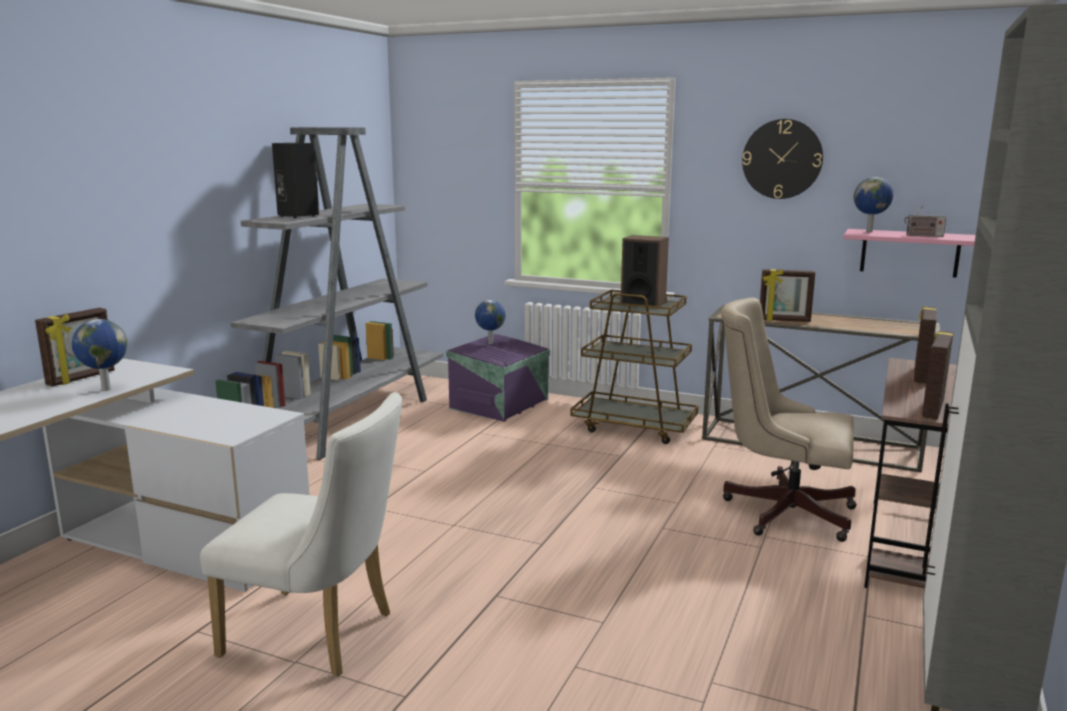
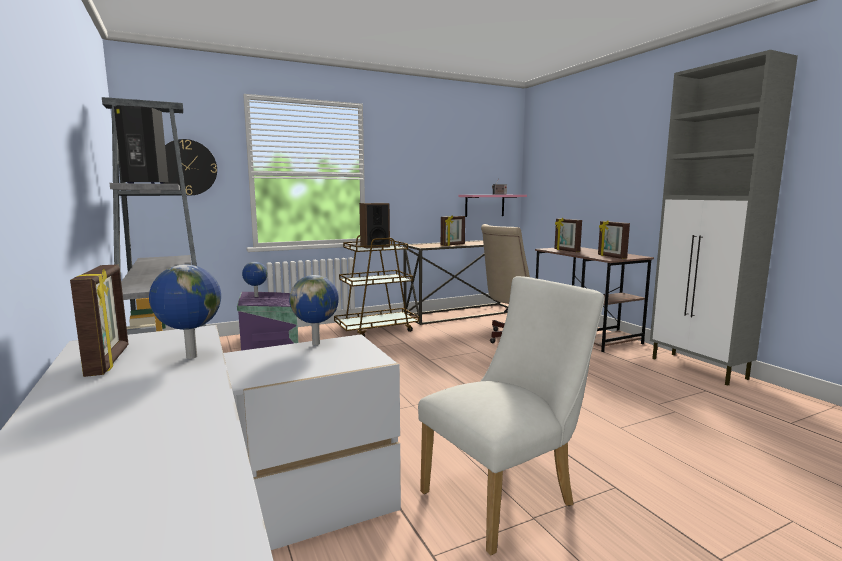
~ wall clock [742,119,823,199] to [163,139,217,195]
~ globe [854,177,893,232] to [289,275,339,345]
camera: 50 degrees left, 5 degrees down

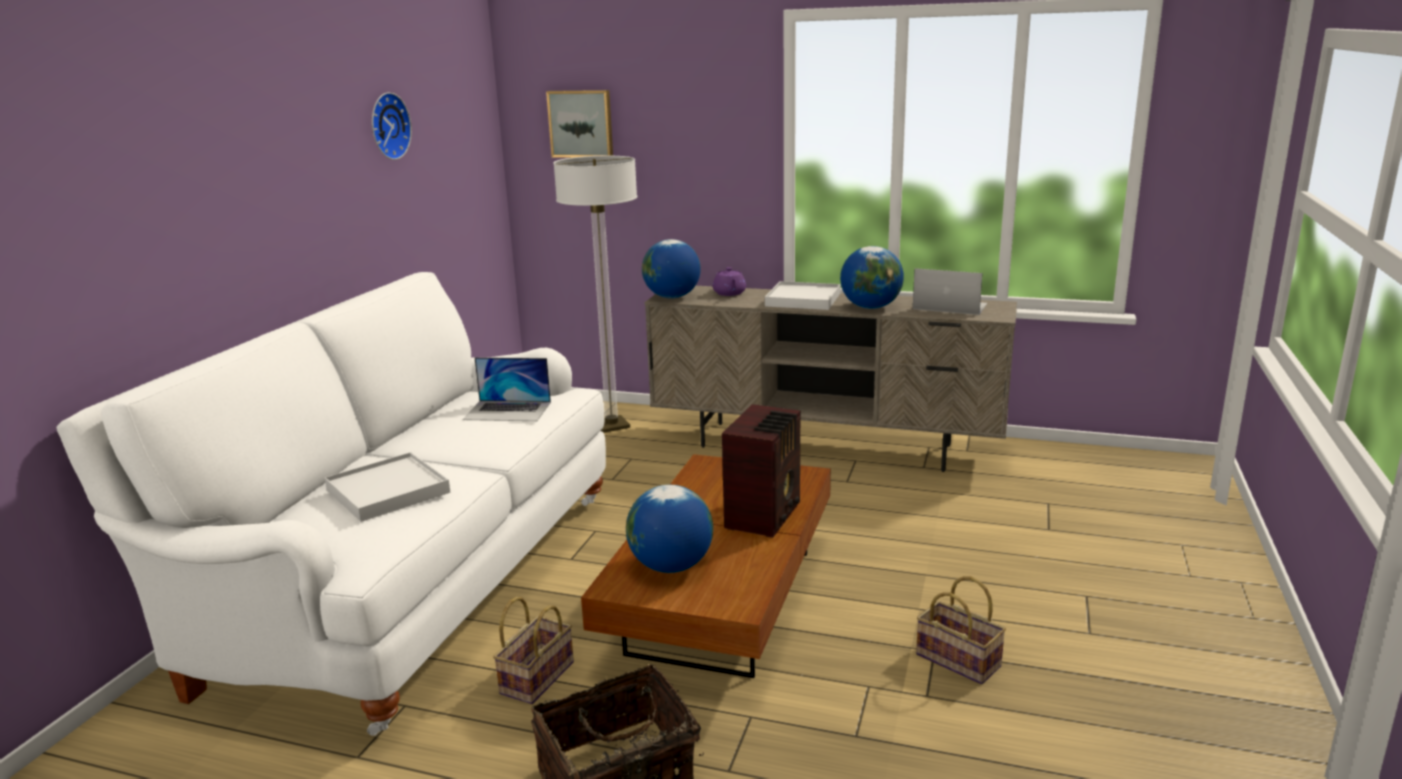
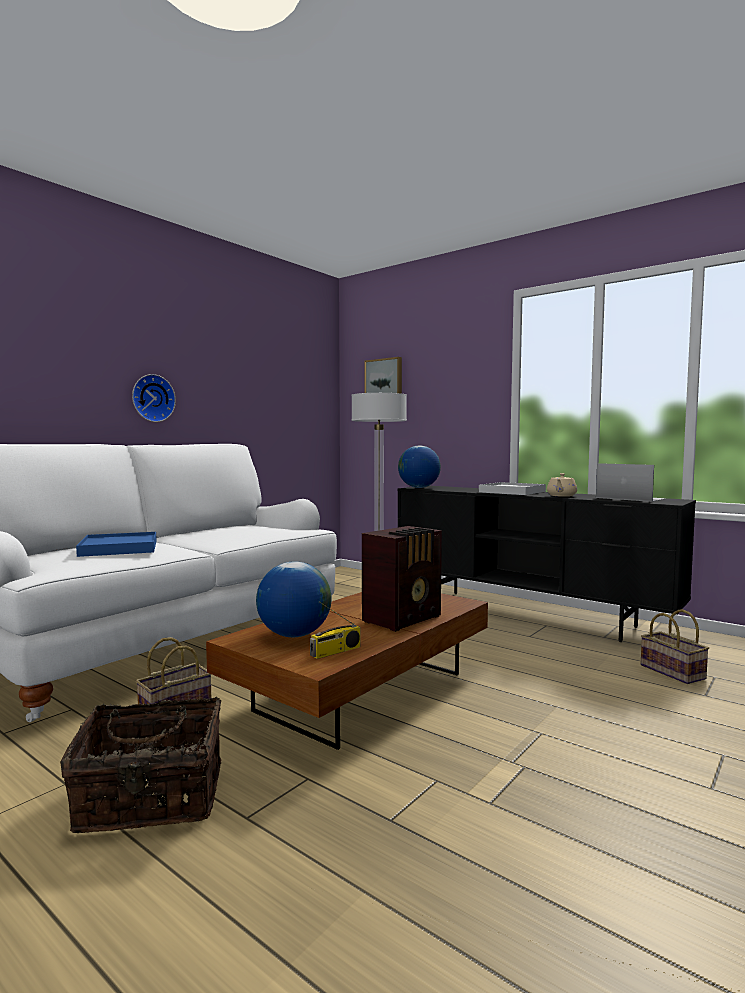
~ white tray [325,452,450,522] to blue tray [76,532,157,557]
~ wall clock [372,92,412,160] to [132,374,176,422]
+ radio [310,601,361,659]
~ beige tv stand [645,286,1017,472] to black tv stand [398,486,696,642]
~ globe [840,246,904,309] to beige teapot [547,473,577,497]
~ basket [916,576,1006,684] to [641,609,709,684]
- laptop [463,357,551,421]
- purple teapot [713,267,746,296]
camera: 20 degrees right, 15 degrees down

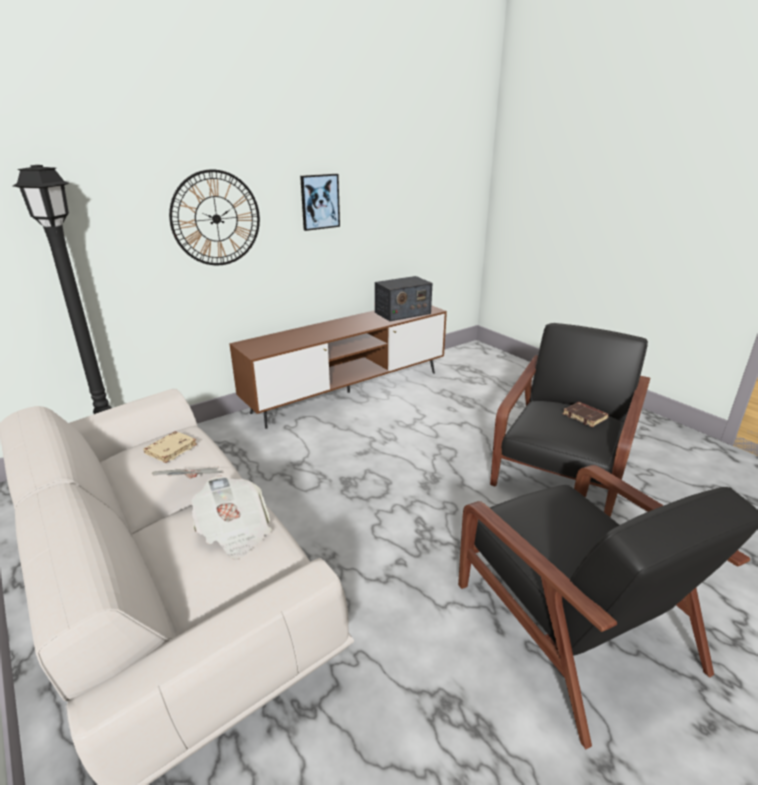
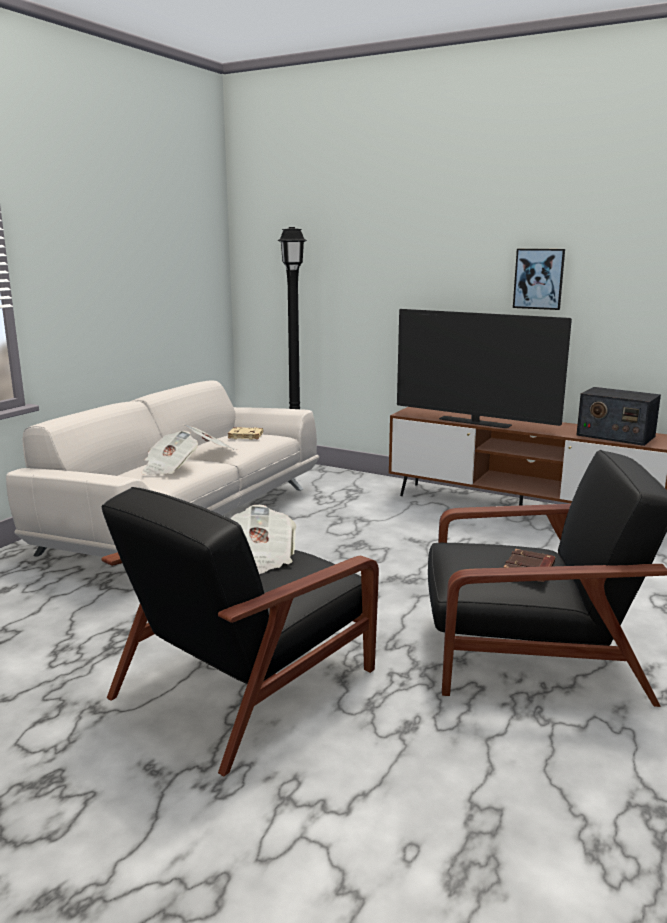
+ newspaper [231,505,296,574]
+ television [397,309,572,428]
- wall clock [169,169,260,265]
camera: 65 degrees right, 10 degrees down

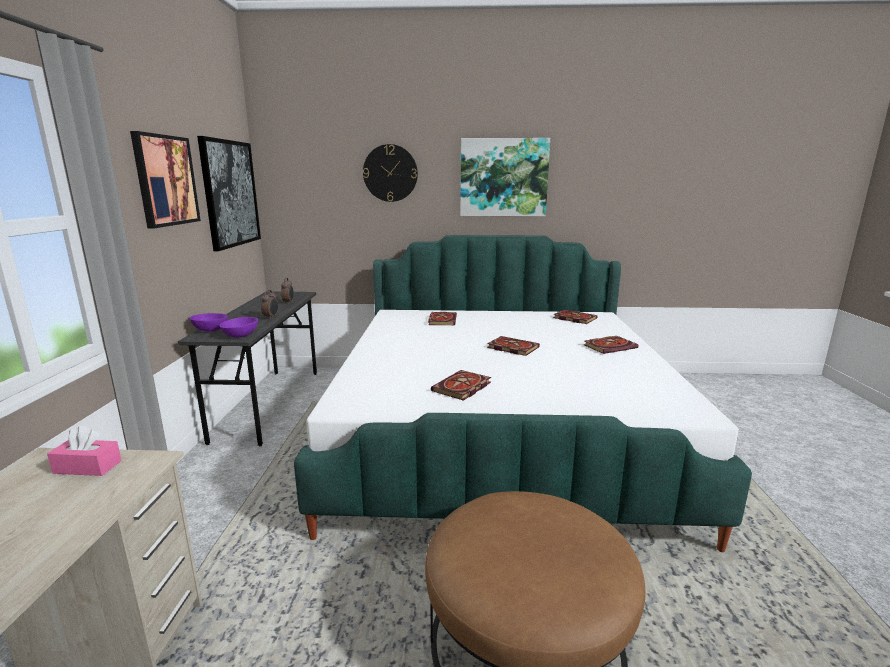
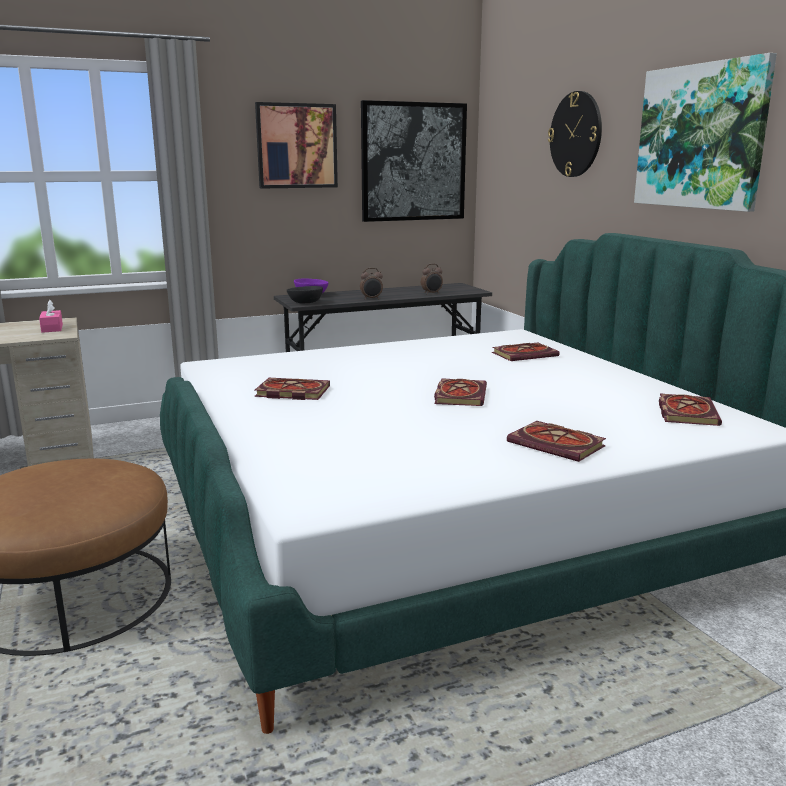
~ purple bowl [219,317,258,338] to black bowl [287,286,323,303]
camera: 65 degrees right, 0 degrees up

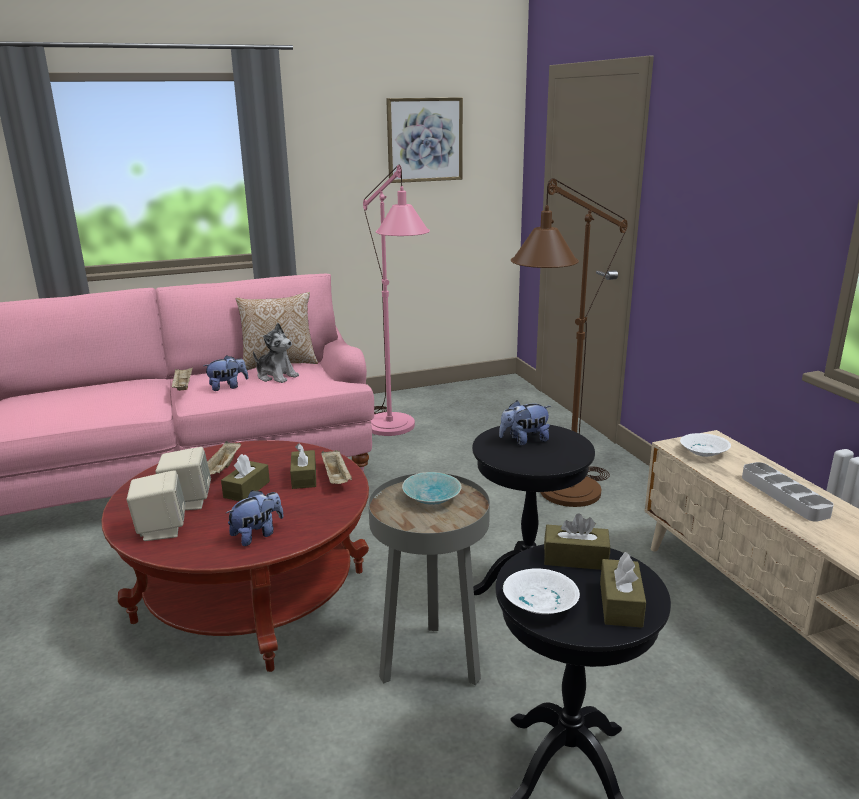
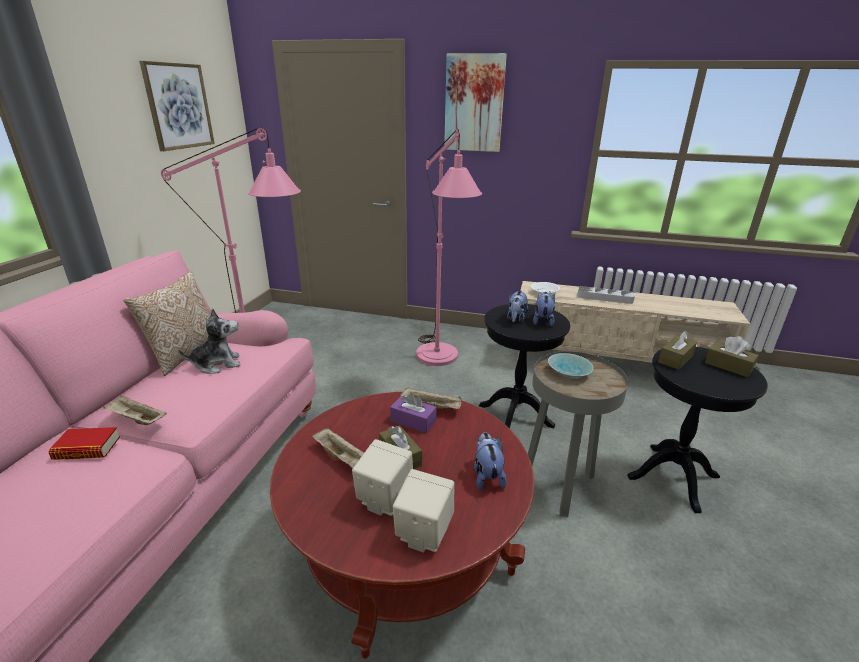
+ book [49,427,120,460]
~ brown tissue box [290,443,316,489] to purple tissue box [390,393,437,433]
~ brown floor lamp [511,178,628,507] to pink floor lamp [416,129,482,366]
+ picture [444,53,507,152]
~ plush toy [203,355,248,391] to [533,292,555,326]
- white bowl [503,569,580,614]
camera: 55 degrees left, 5 degrees up

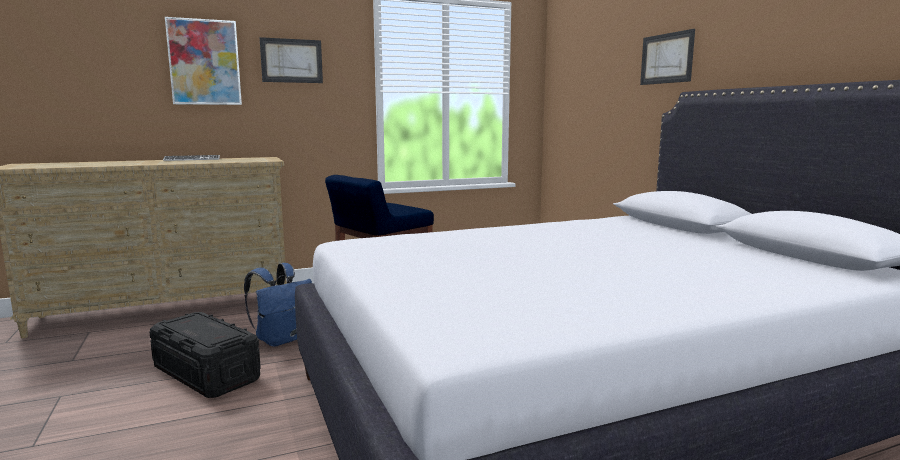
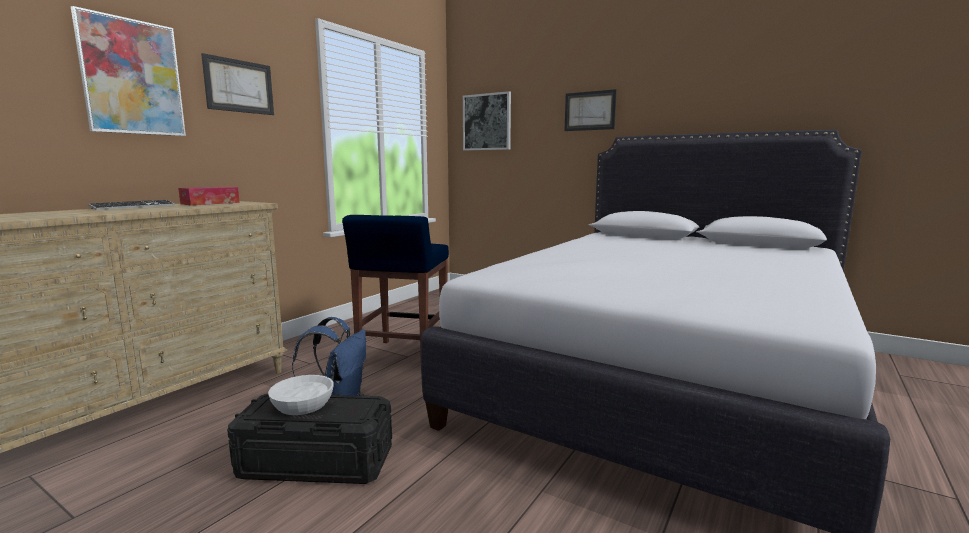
+ tissue box [178,186,240,205]
+ white bowl [268,375,333,415]
+ picture [463,91,511,150]
camera: 35 degrees left, 0 degrees up

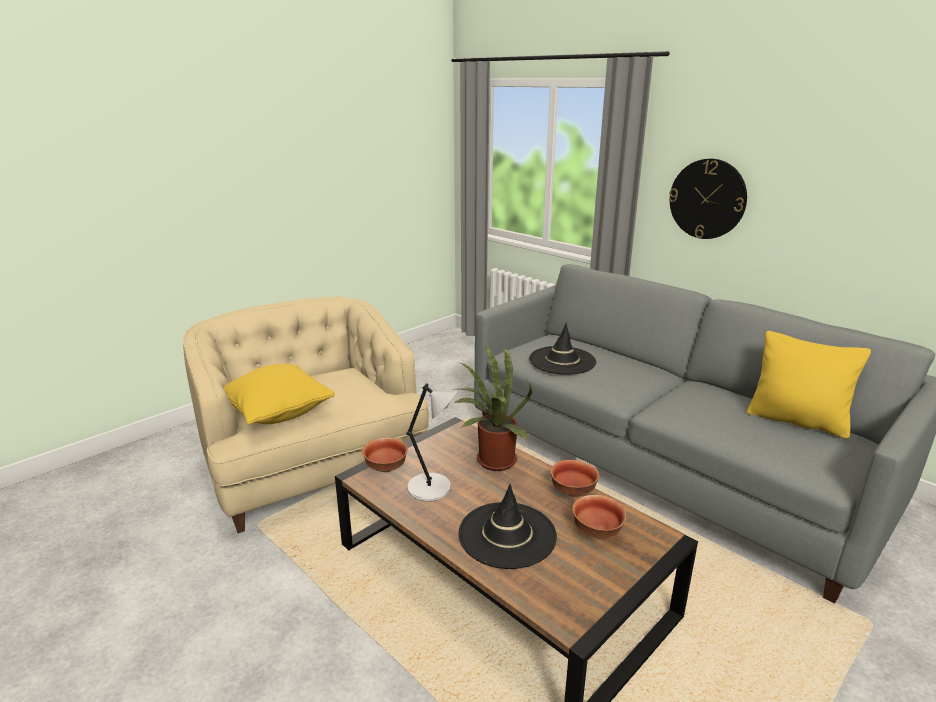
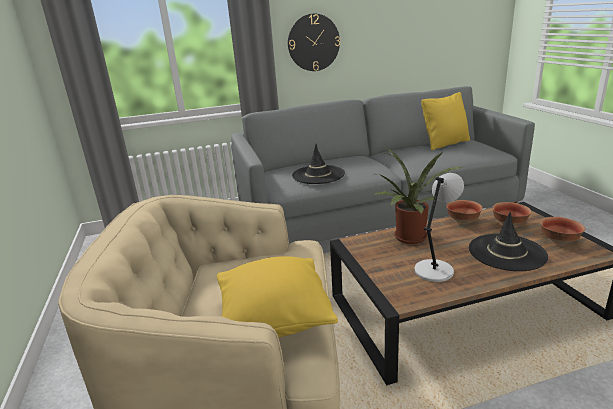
~ bowl [362,437,408,472] to [540,217,585,244]
camera: 60 degrees left, 0 degrees up

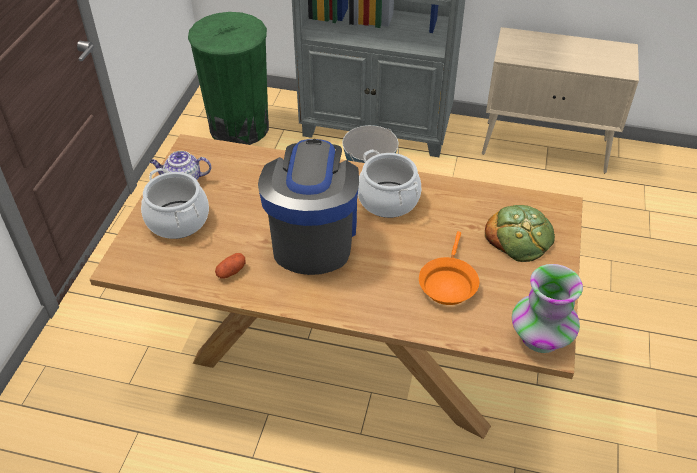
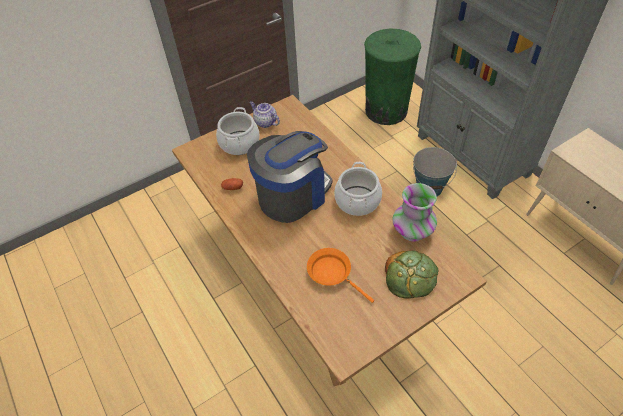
~ orange frying pan [419,231,479,305] = [307,248,374,303] 75 degrees clockwise
~ vase [512,264,583,353] to [393,183,437,242]
camera: 45 degrees right, 5 degrees up

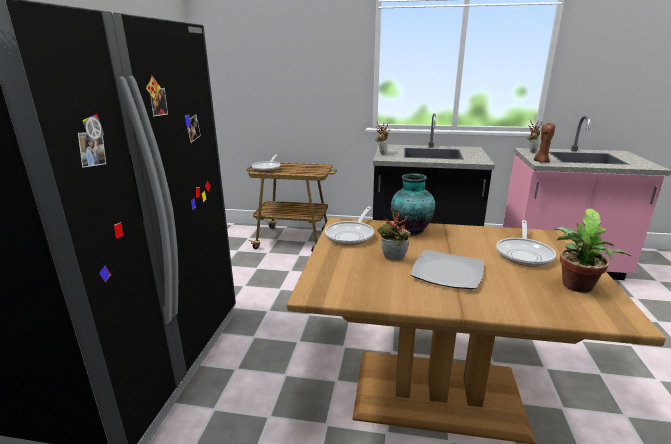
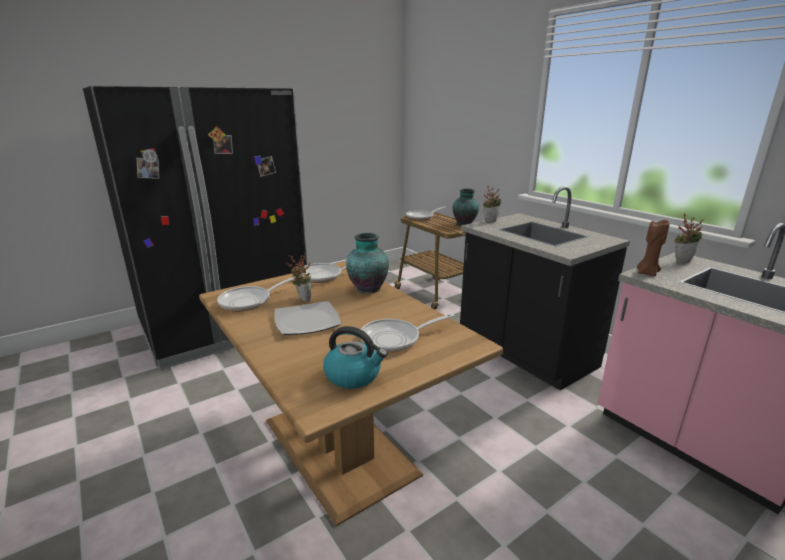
+ frying pan [217,277,295,311]
~ potted plant [554,208,632,293] to kettle [323,326,387,389]
+ vase [453,188,479,225]
camera: 45 degrees right, 0 degrees up

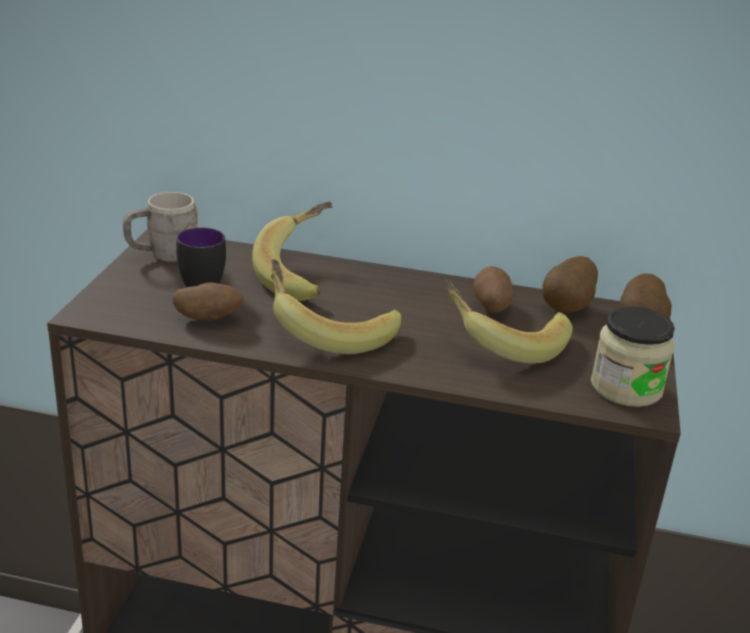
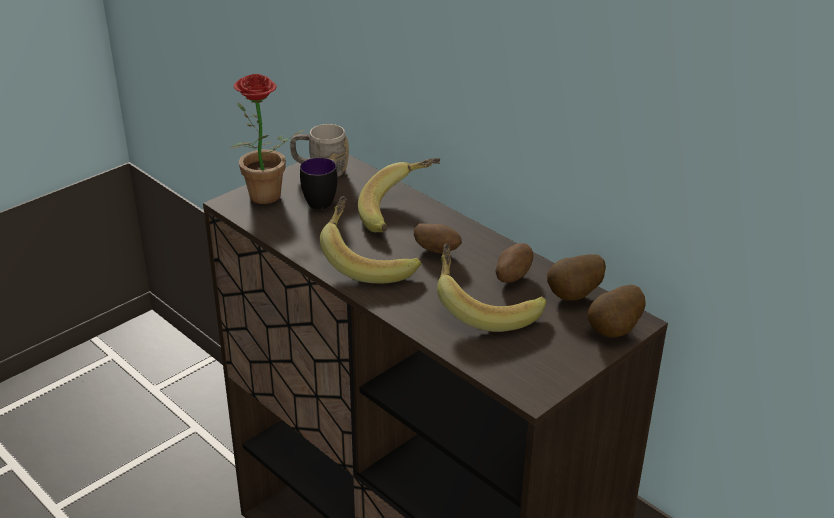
+ potted plant [231,74,306,204]
~ potato [173,282,243,321] to [414,223,462,253]
- jar [591,307,675,407]
camera: 35 degrees right, 5 degrees up

